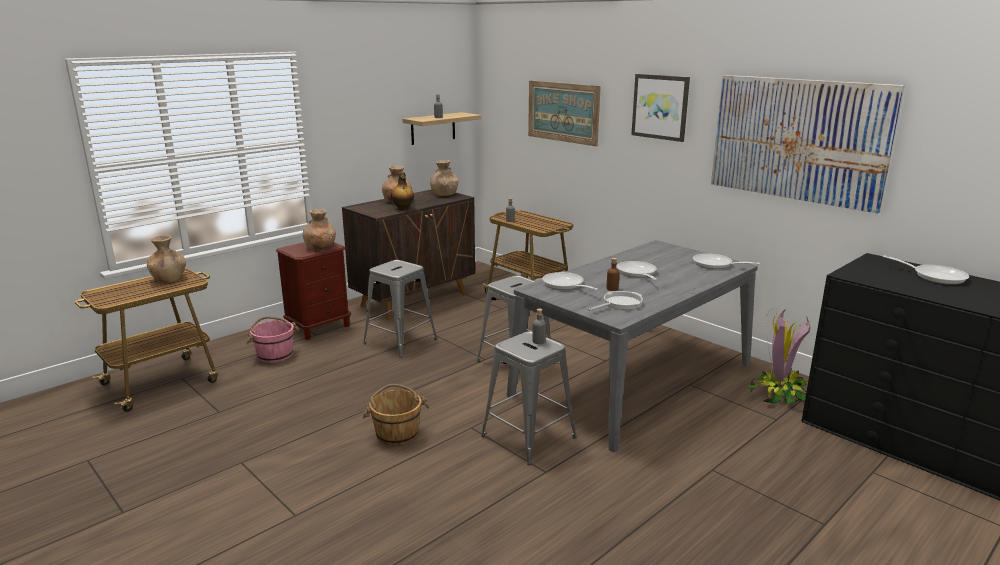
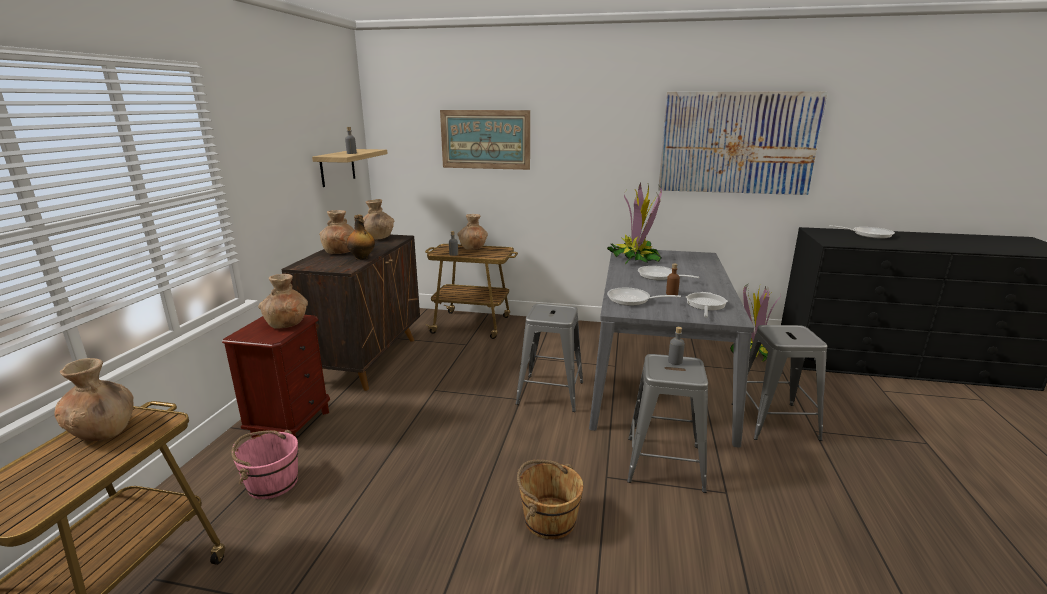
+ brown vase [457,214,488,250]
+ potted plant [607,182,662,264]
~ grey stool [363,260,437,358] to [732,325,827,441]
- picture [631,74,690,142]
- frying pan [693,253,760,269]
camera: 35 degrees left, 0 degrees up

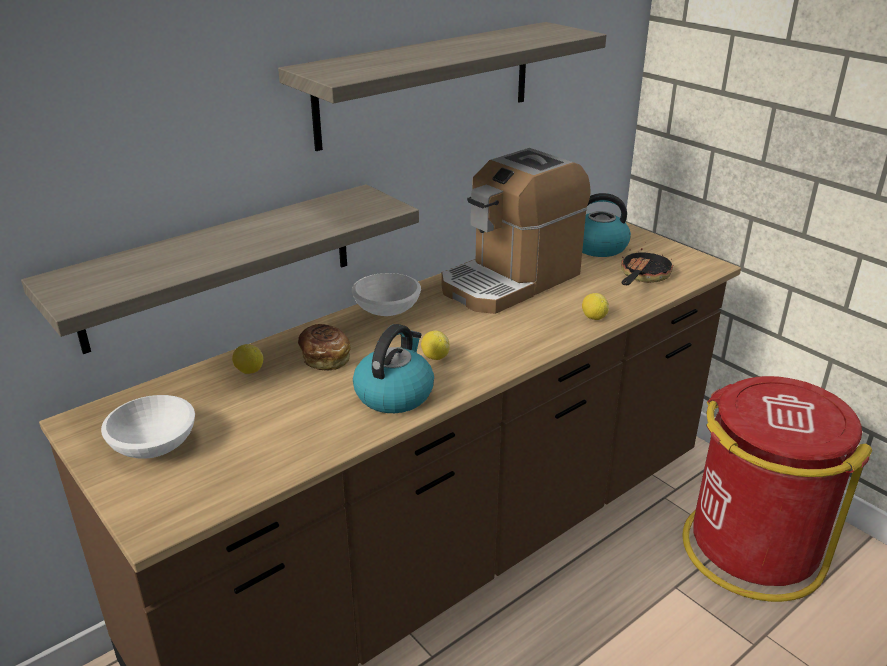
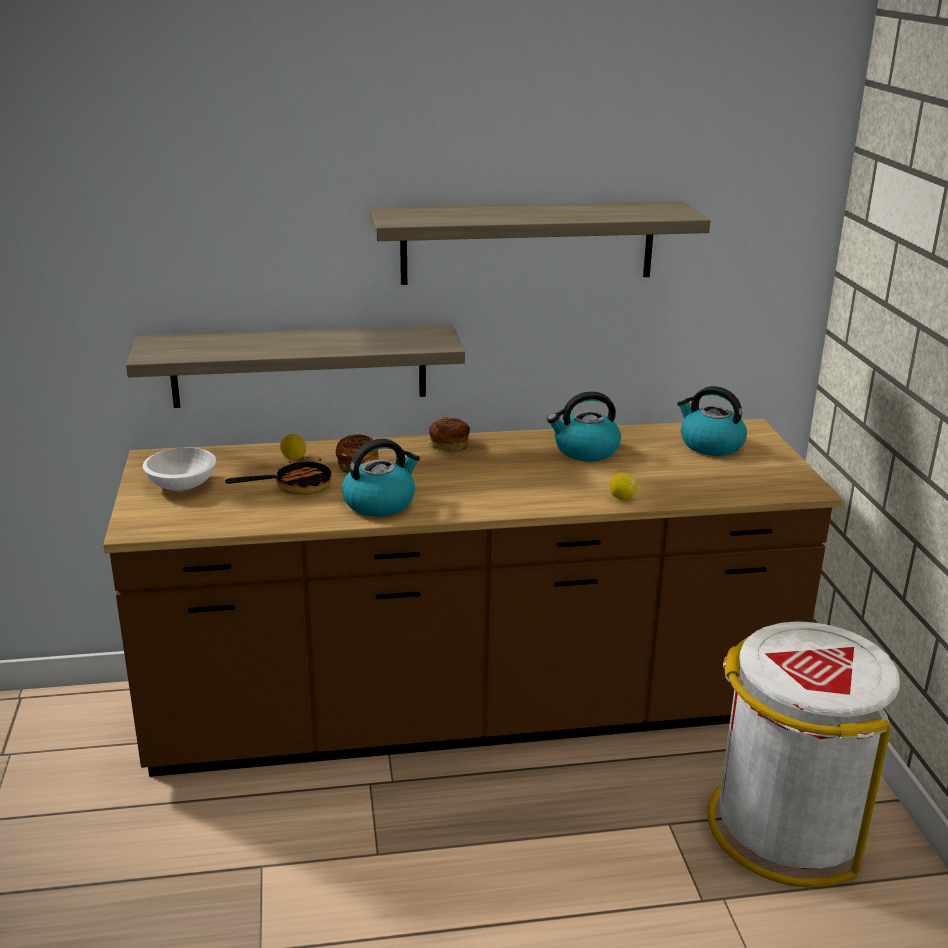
~ frying pan [621,248,673,285] to [225,457,332,495]
~ white bowl [352,273,421,316] to bread [428,417,470,451]
~ coffee machine [441,148,591,314] to kettle [547,392,621,461]
~ red trash can [682,376,872,602] to white trash can [707,621,900,888]
- lemon [421,331,449,360]
camera: 30 degrees right, 5 degrees down

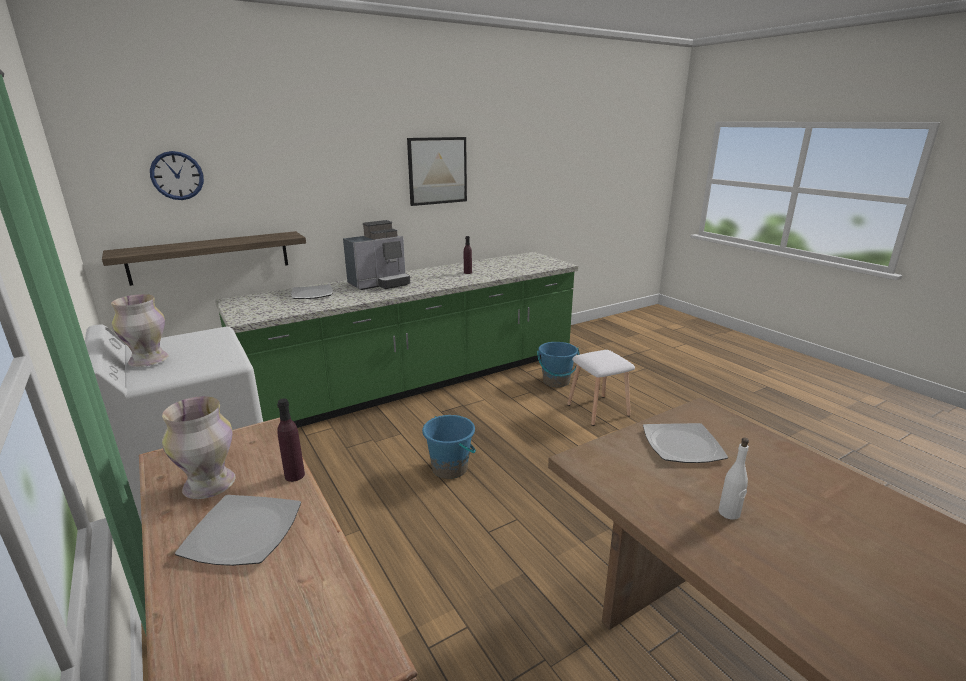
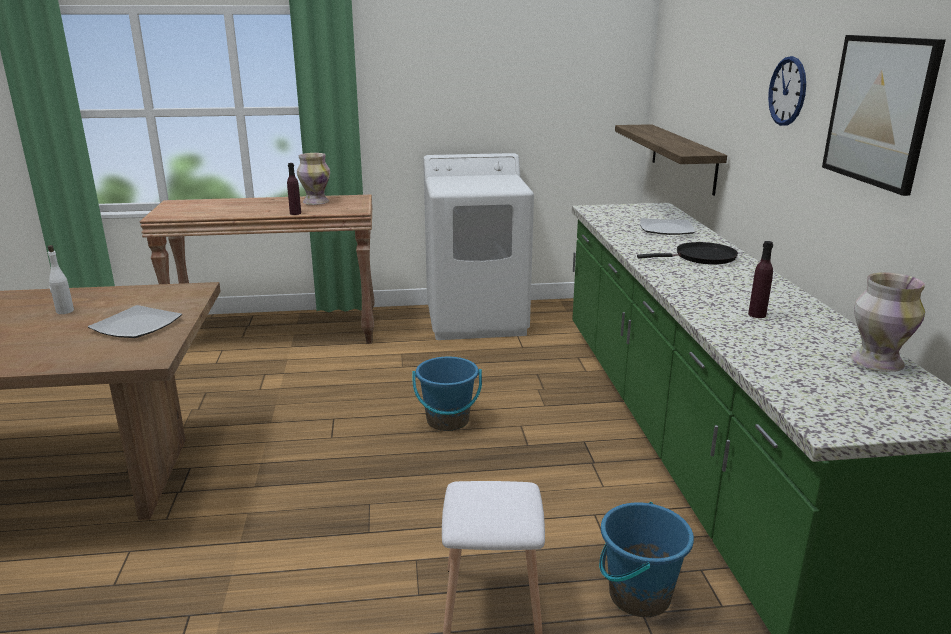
~ coffee machine [343,220,410,290] to black frying pan [637,242,738,265]
~ wall clock [150,151,204,200] to [768,56,806,126]
~ vase [111,294,169,367] to [850,272,925,372]
- plate [175,495,301,566]
camera: 115 degrees right, 0 degrees up

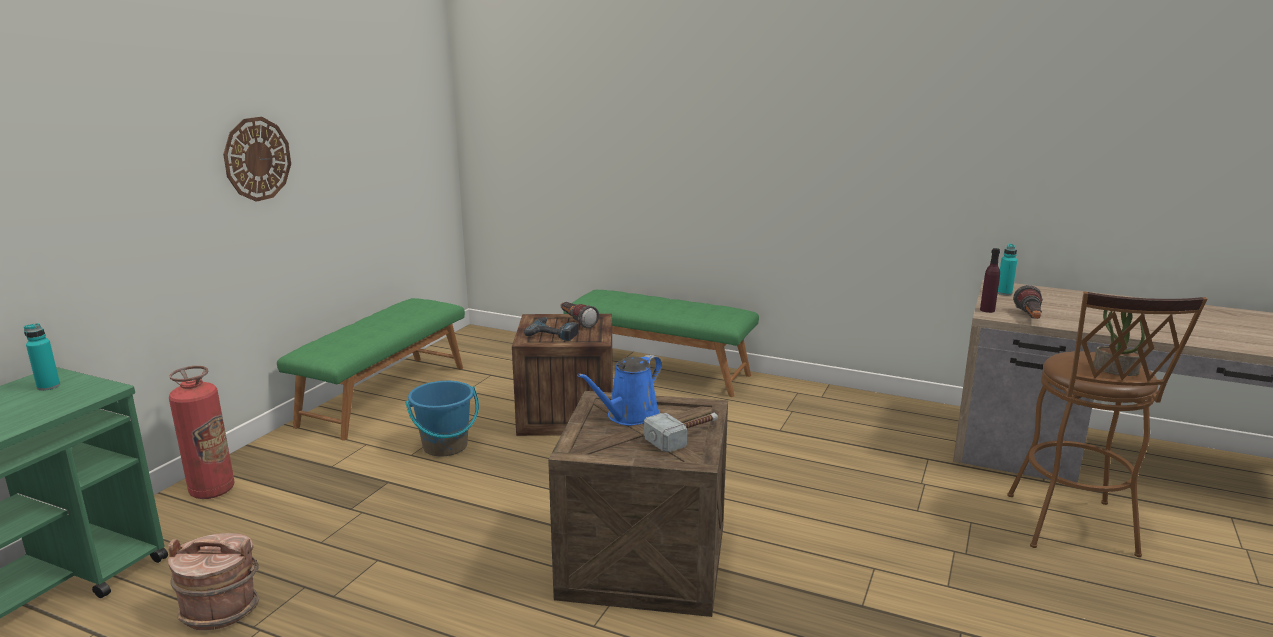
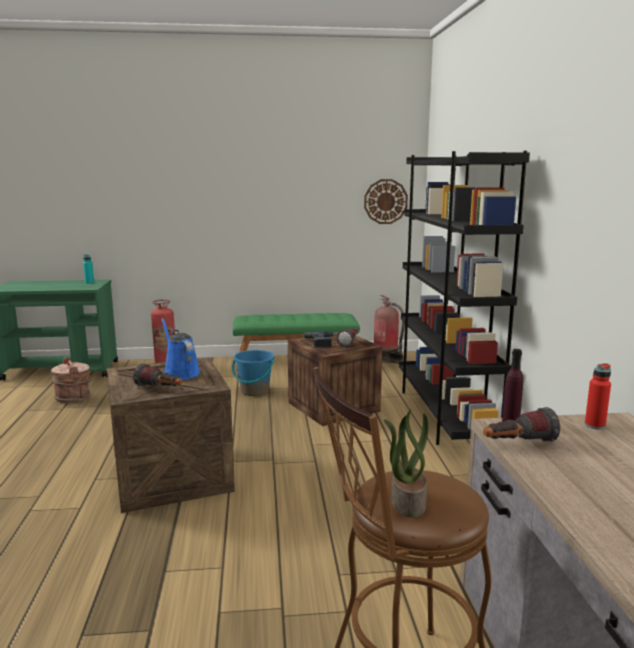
~ hammer [644,413,718,452] to flashlight [133,363,182,387]
~ blue watering can [577,355,662,426] = [161,318,200,380] 45 degrees clockwise
~ wall clock [223,117,291,202] to [364,179,408,224]
+ fire extinguisher [374,295,405,364]
~ green bench [564,290,759,397] to black bookcase [399,151,530,445]
~ turquoise bottle [998,244,1017,295] to red bottle [585,363,611,430]
camera: 60 degrees right, 5 degrees down

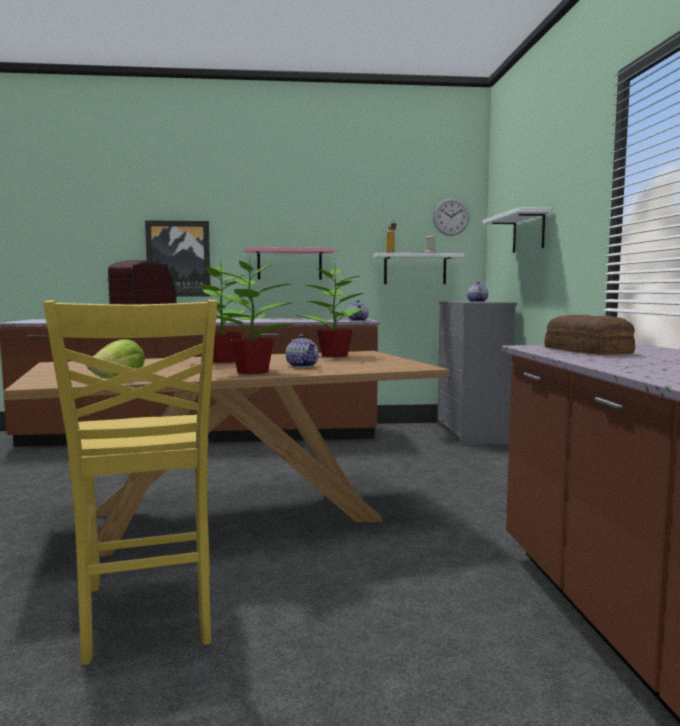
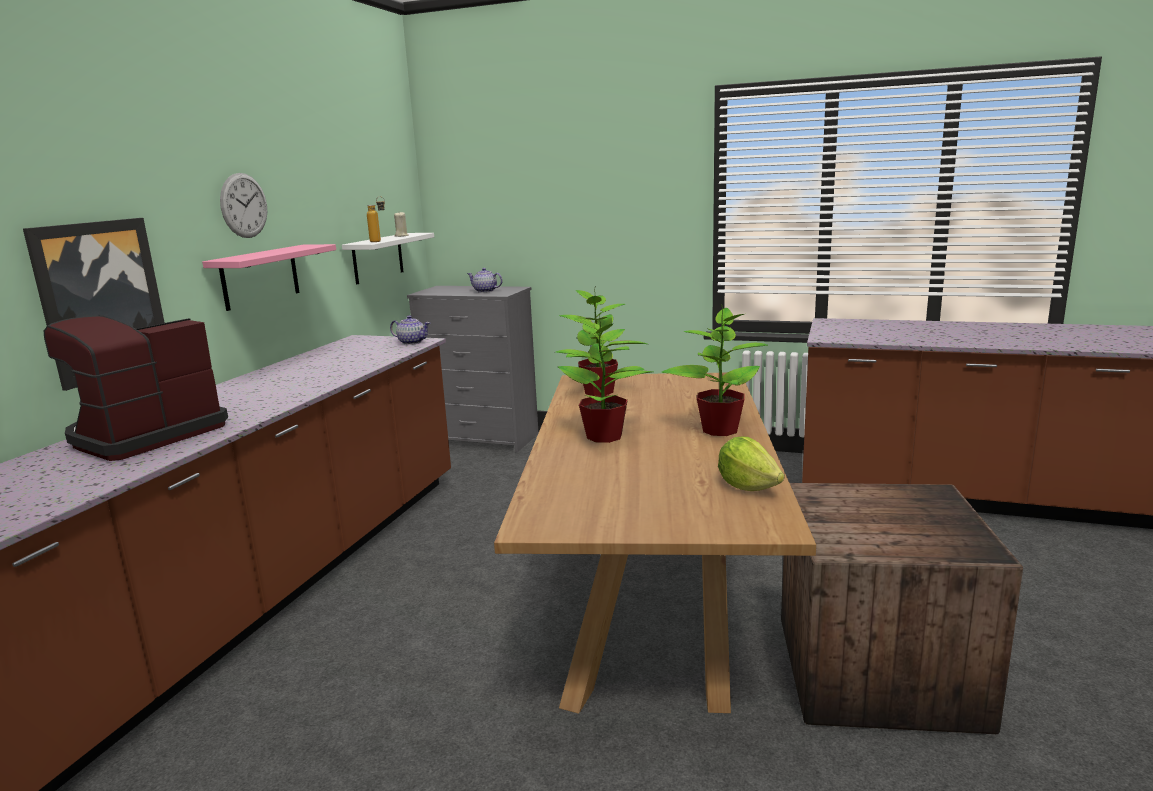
~ wall clock [433,198,469,236] to [220,173,267,238]
~ yellow chair [43,300,217,665] to crate [781,483,1023,734]
- teapot [286,334,318,368]
- white shelf [483,207,552,253]
- bread [544,315,635,355]
camera: 65 degrees left, 10 degrees up

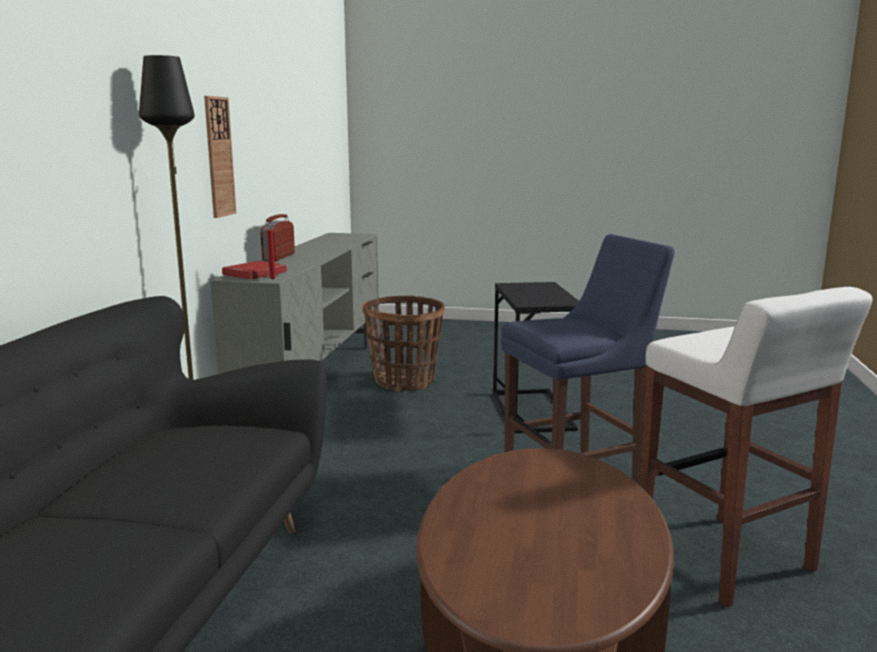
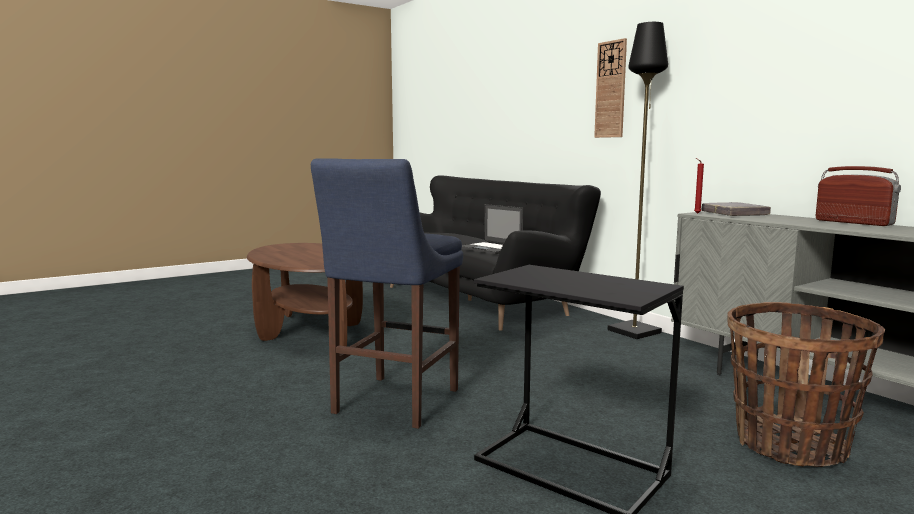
+ laptop [462,204,523,254]
~ wall clock [204,96,237,218] to [594,38,627,138]
~ red book [222,261,287,279] to grey book [701,202,771,216]
- white stool [640,287,872,607]
camera: 135 degrees right, 5 degrees down

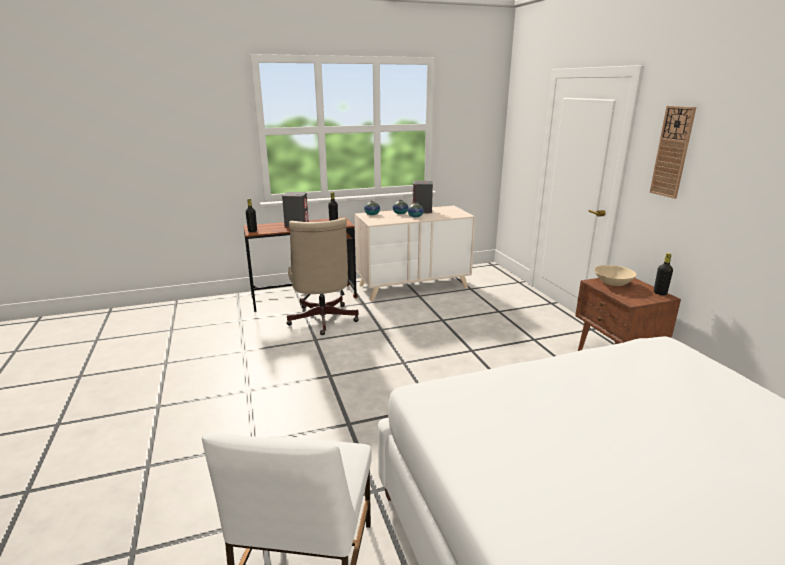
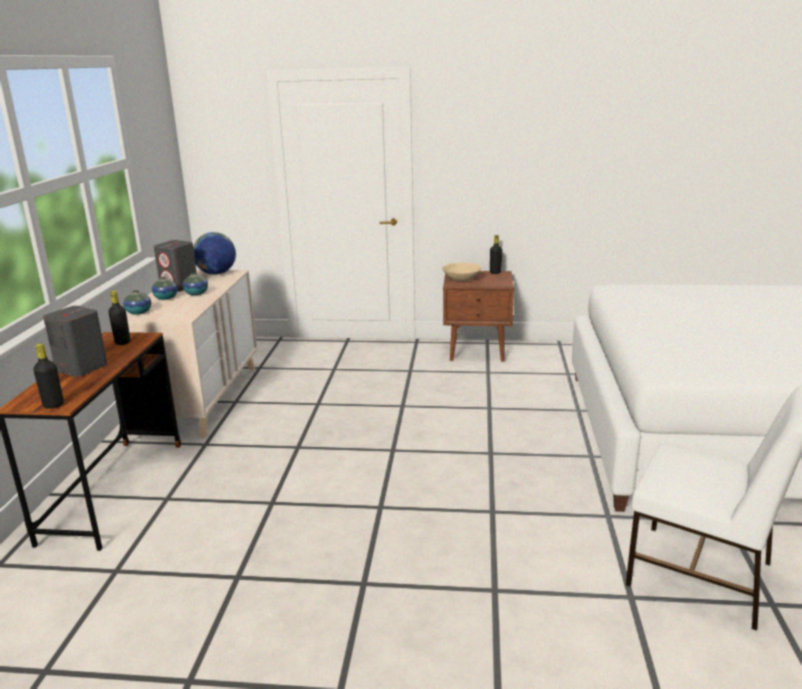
+ globe [193,232,236,275]
- beige office chair [286,218,359,335]
- wall clock [650,106,696,199]
camera: 65 degrees left, 0 degrees up

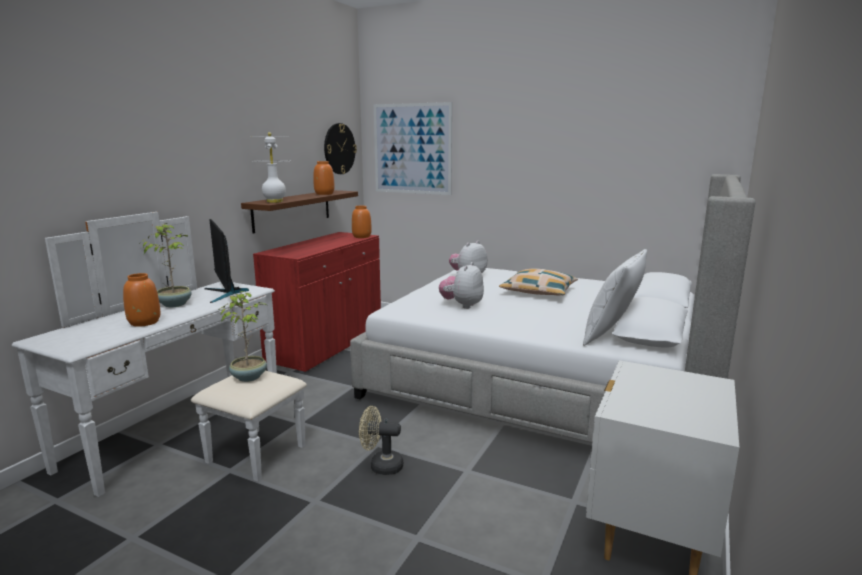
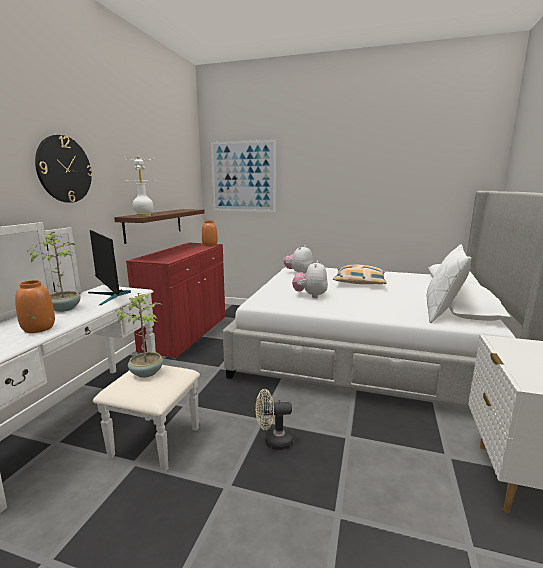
~ wall clock [324,123,357,174] to [35,135,93,203]
- orange vase [313,161,334,195]
camera: 10 degrees left, 0 degrees up

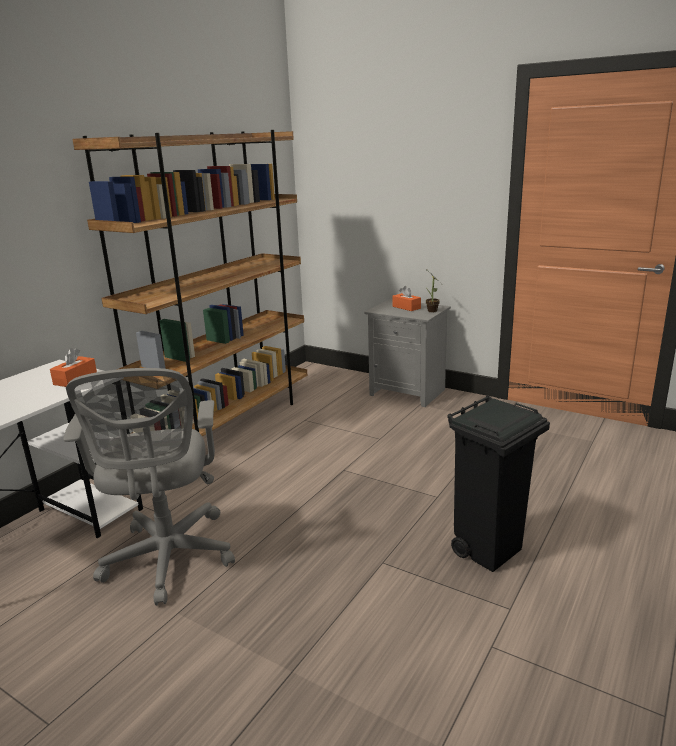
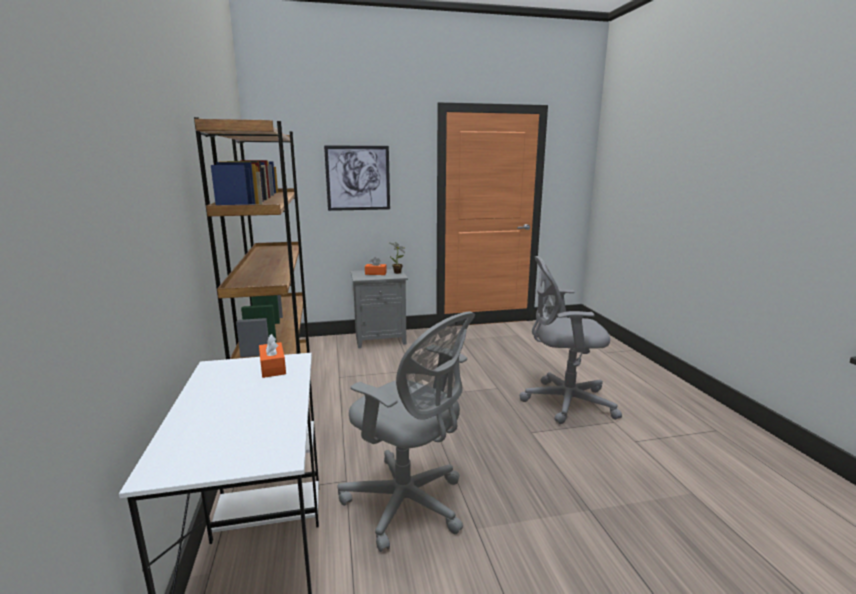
+ picture [324,145,390,211]
~ black trash can [447,395,550,572] to grey office chair [519,256,622,424]
camera: 45 degrees left, 5 degrees down

